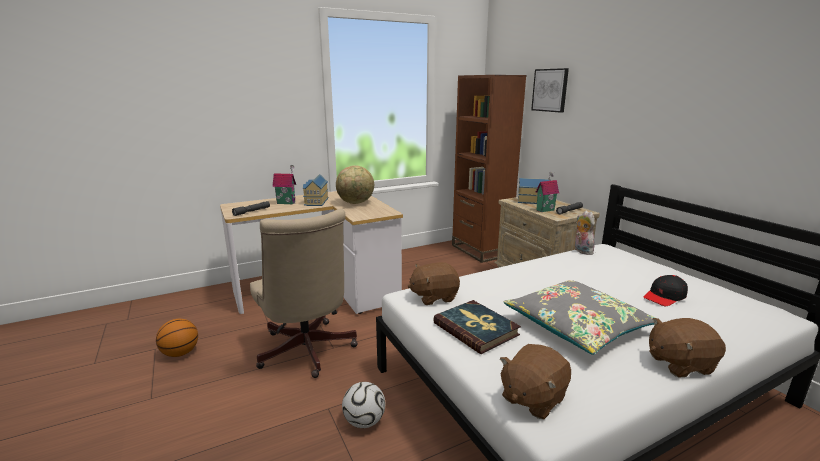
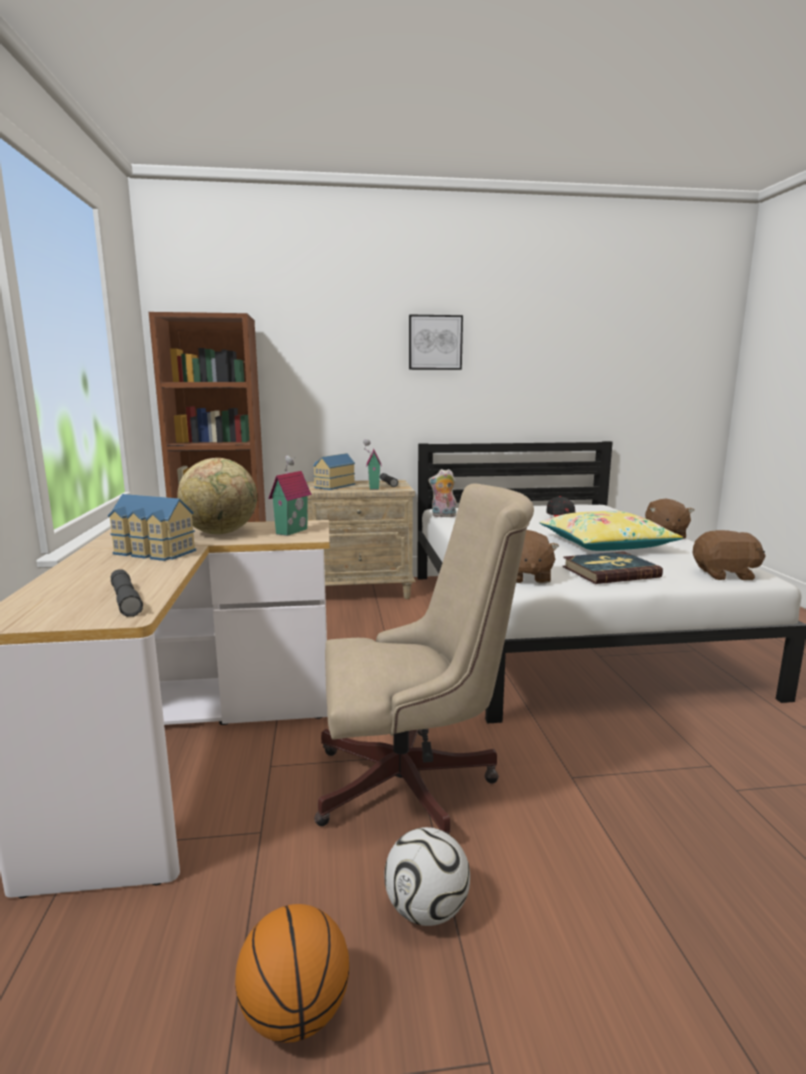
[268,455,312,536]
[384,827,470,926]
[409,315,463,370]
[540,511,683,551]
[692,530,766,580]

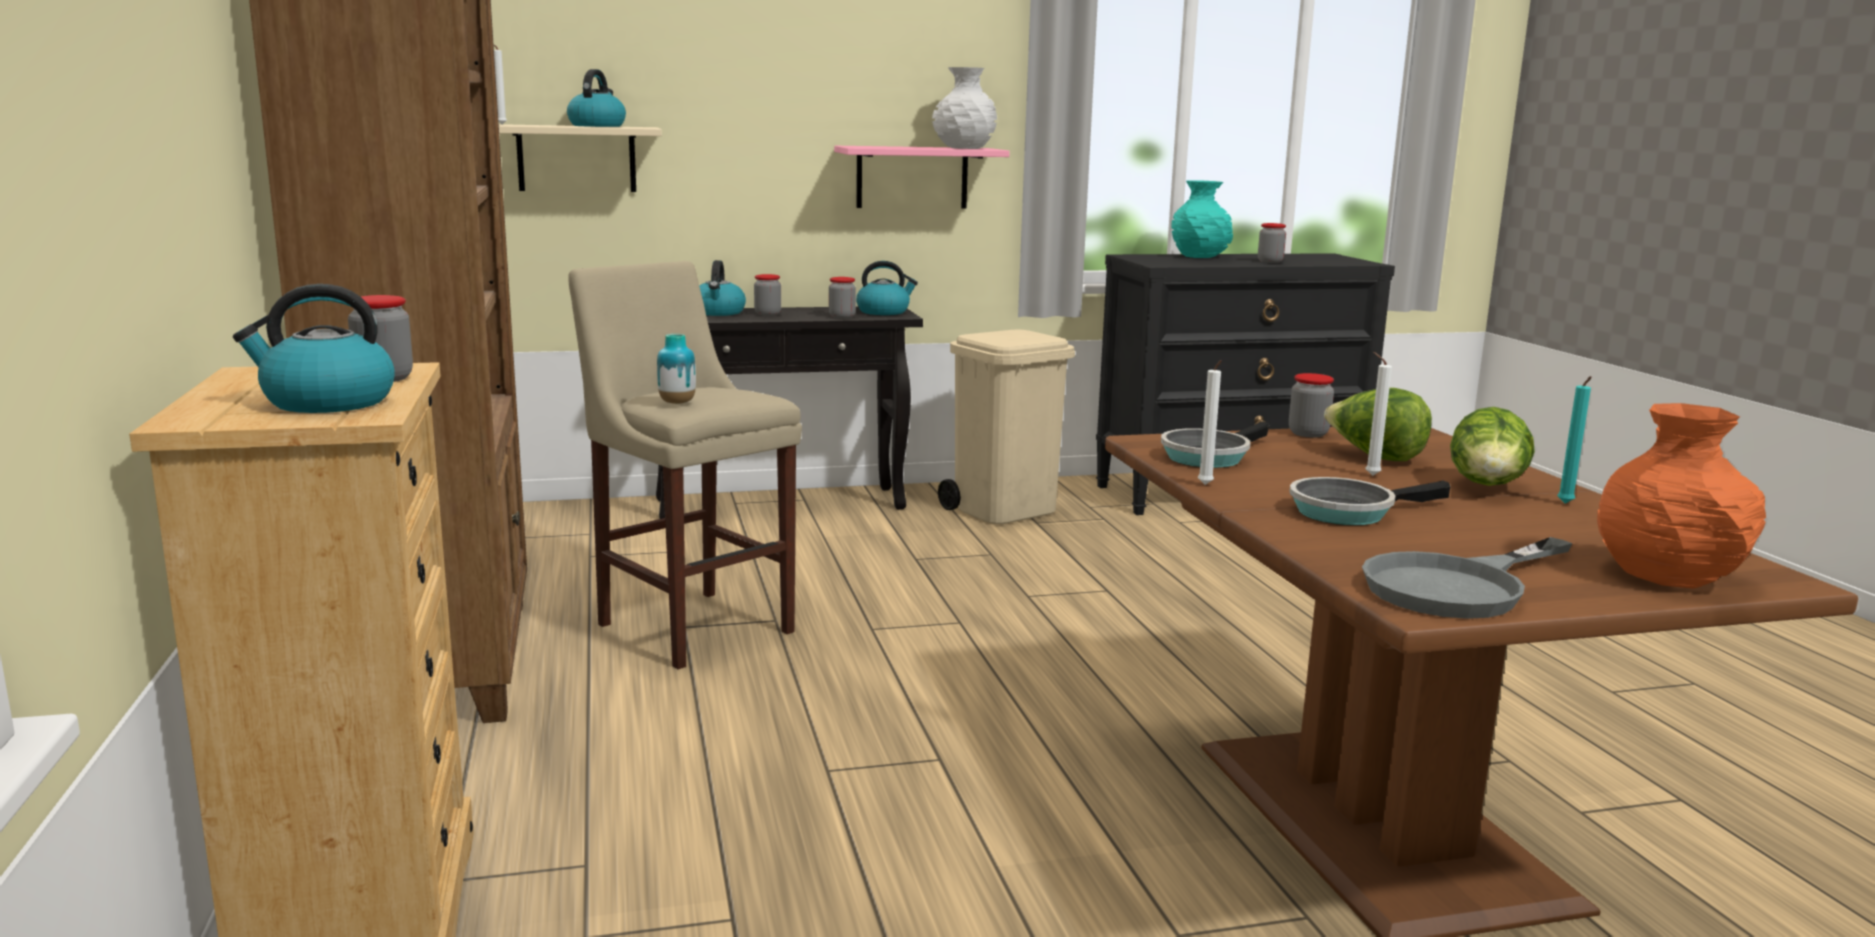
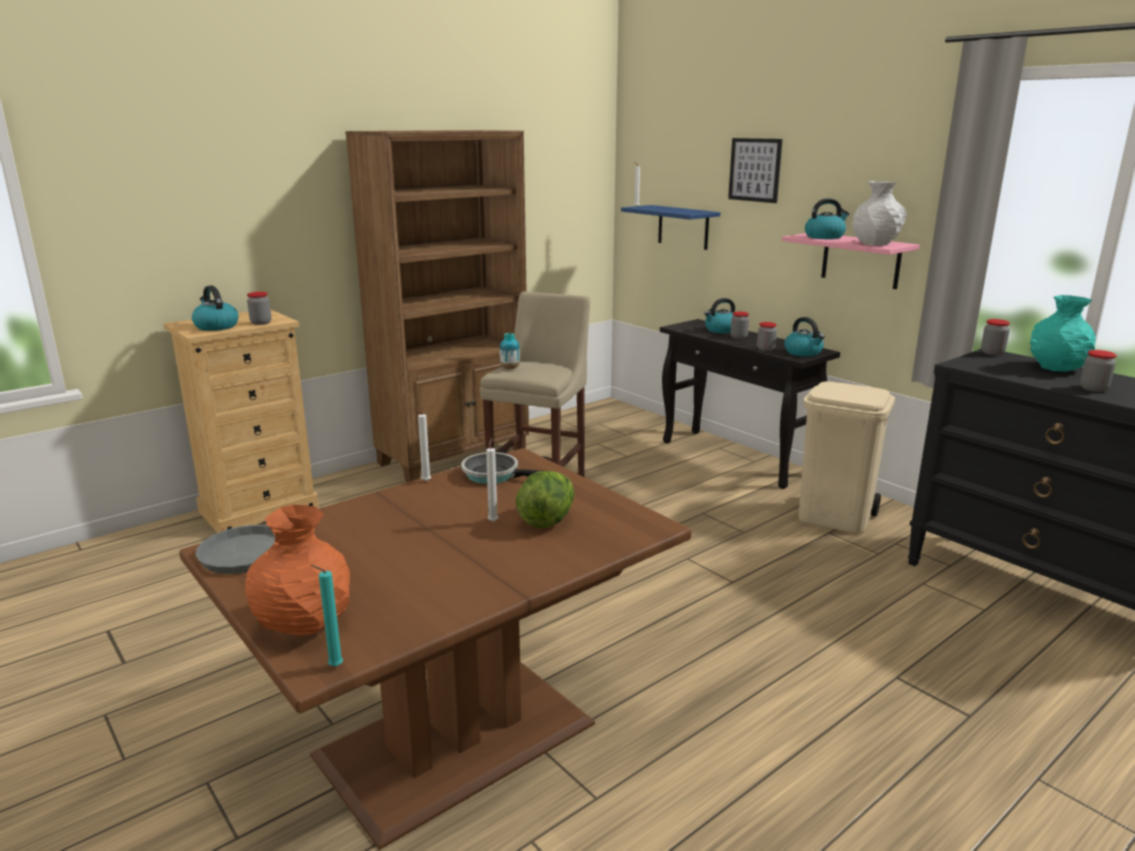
[1289,477,1451,525] (first image)
[1450,407,1535,486] (first image)
[728,138,783,203]
[805,198,849,239]
[981,319,1010,355]
[310,565,343,667]
[621,205,720,250]

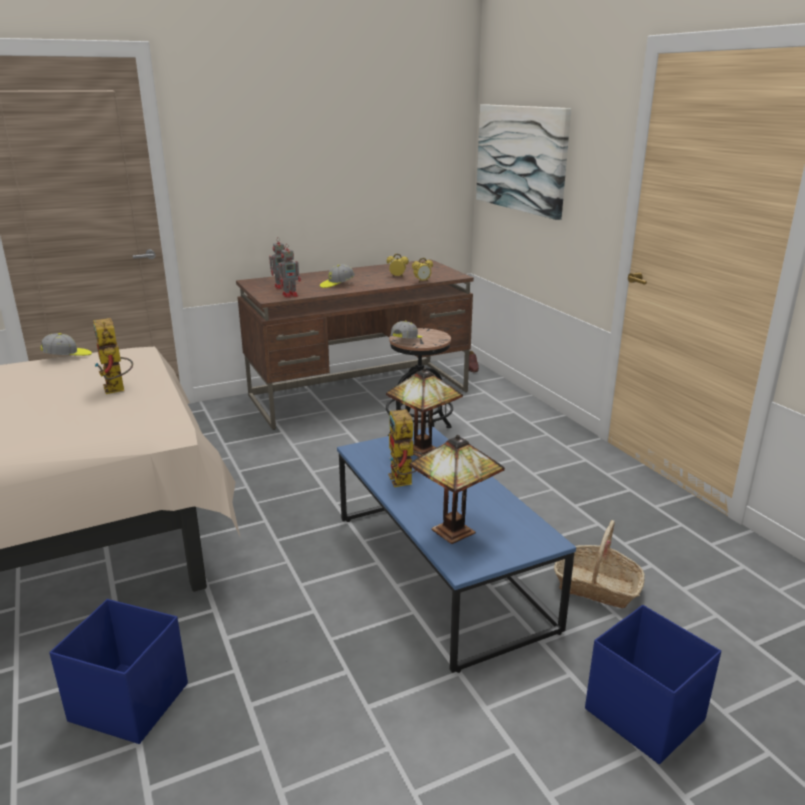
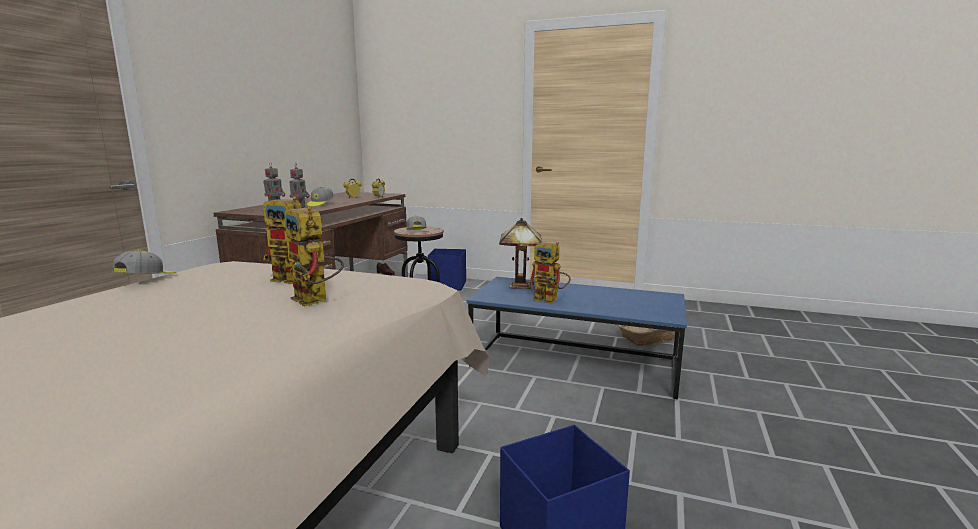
[410,435,505,544] (first image)
[476,104,571,220] (first image)
[284,206,344,306]
[428,249,466,290]

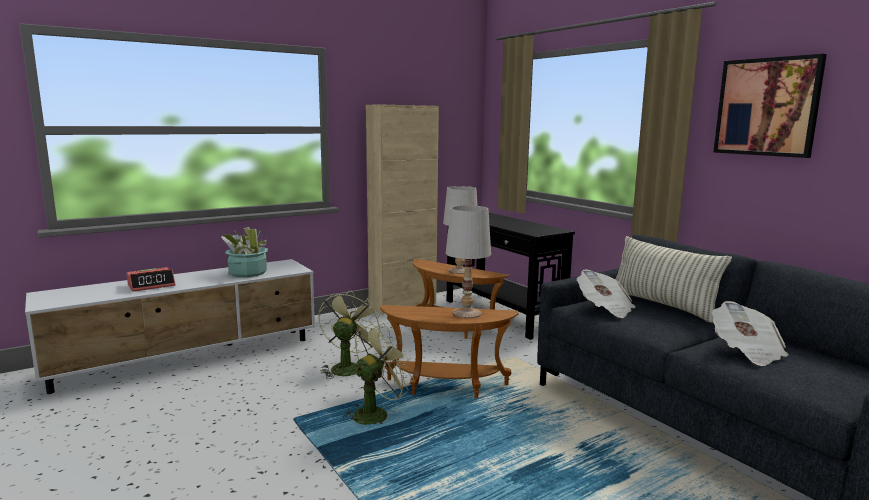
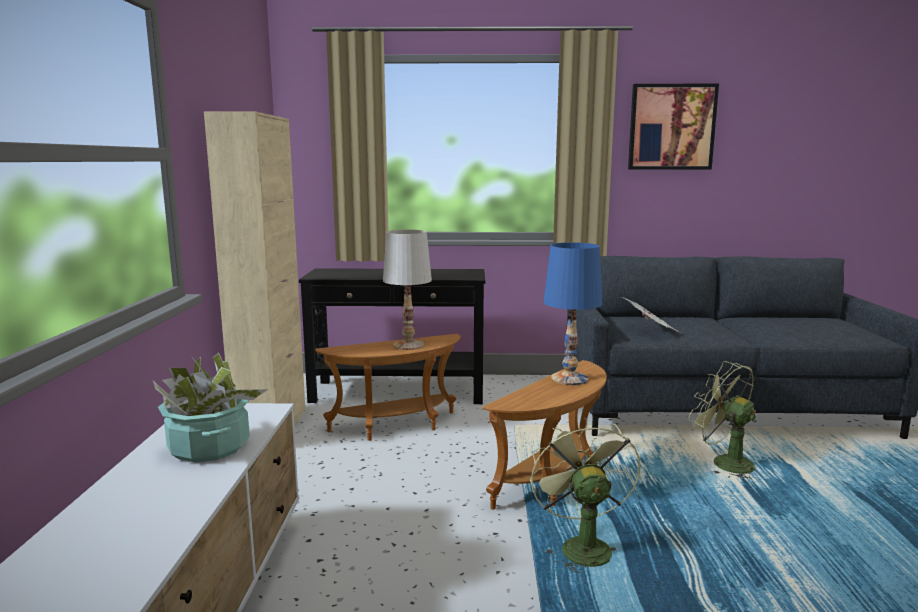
[127,267,175,292] (first image)
[615,236,732,323] (first image)
[712,301,788,366] (first image)
[689,361,756,479]
[544,242,602,385]

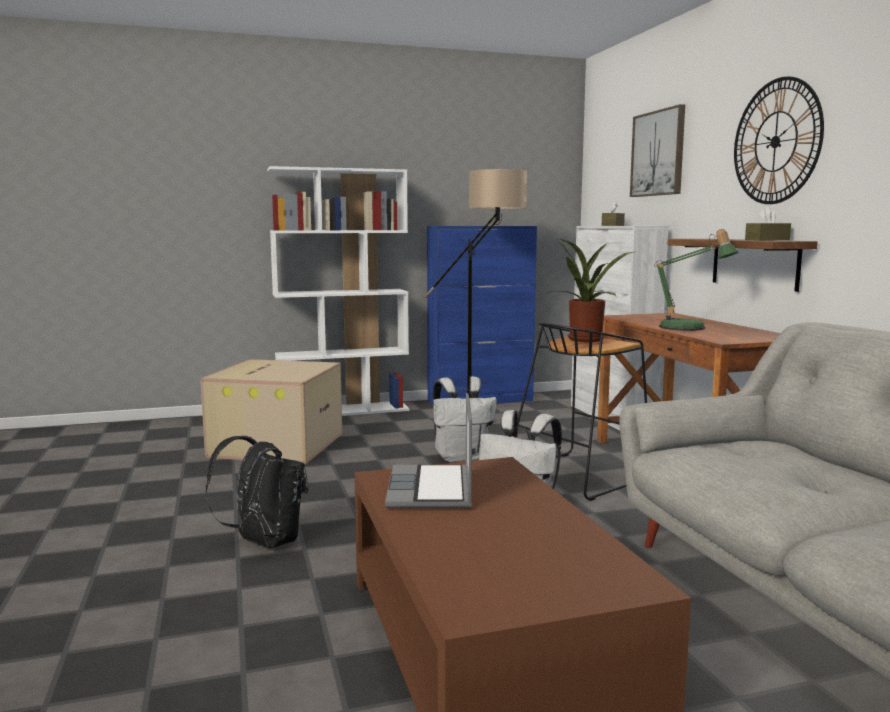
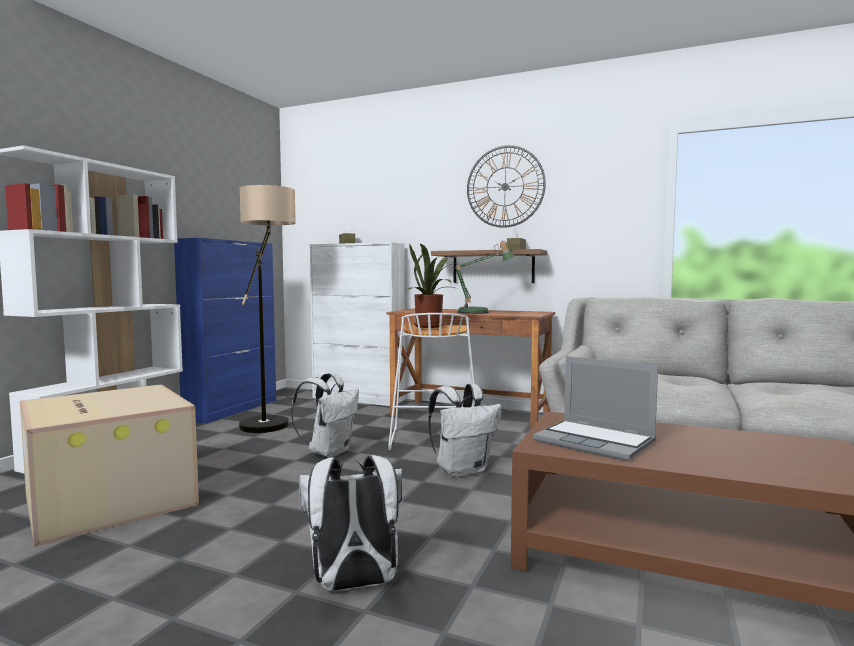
[630,104,685,197] (first image)
[298,455,402,591]
[388,313,475,450]

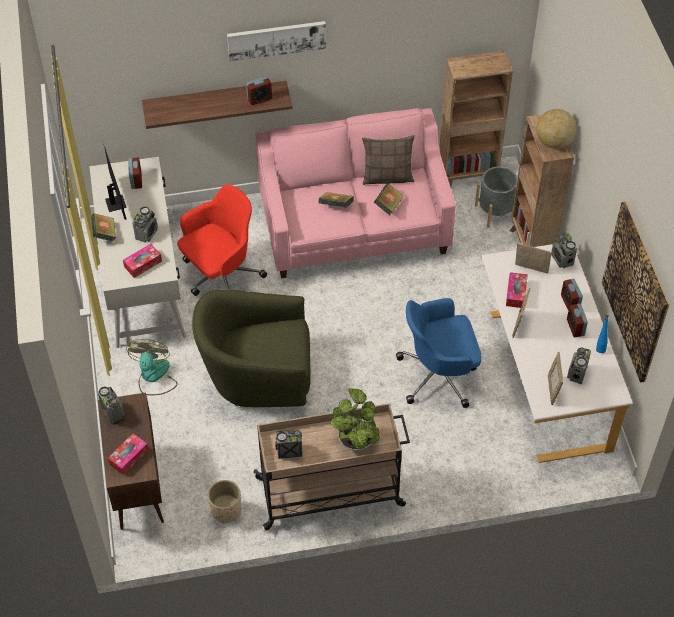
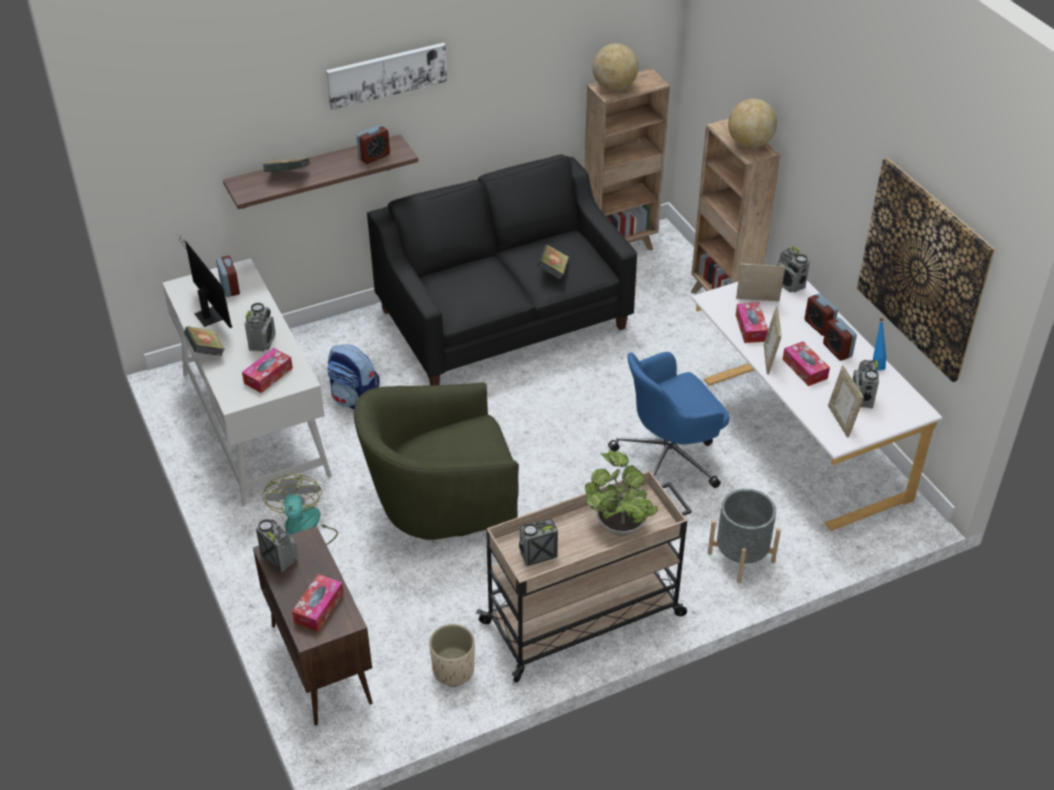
[362,135,415,185] (first image)
[592,43,638,91]
[782,341,830,386]
[263,158,310,172]
[708,489,781,583]
[328,344,380,409]
[367,154,637,385]

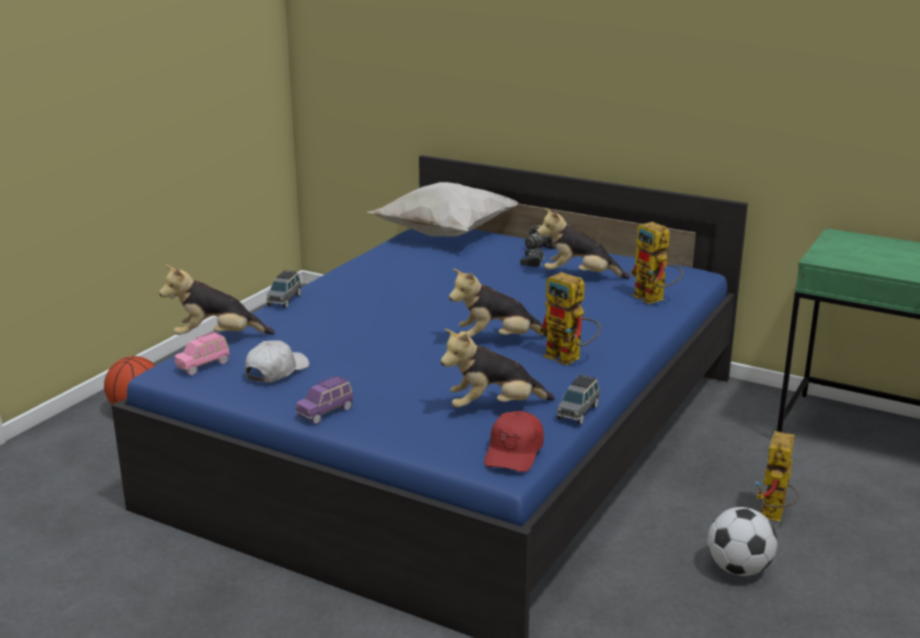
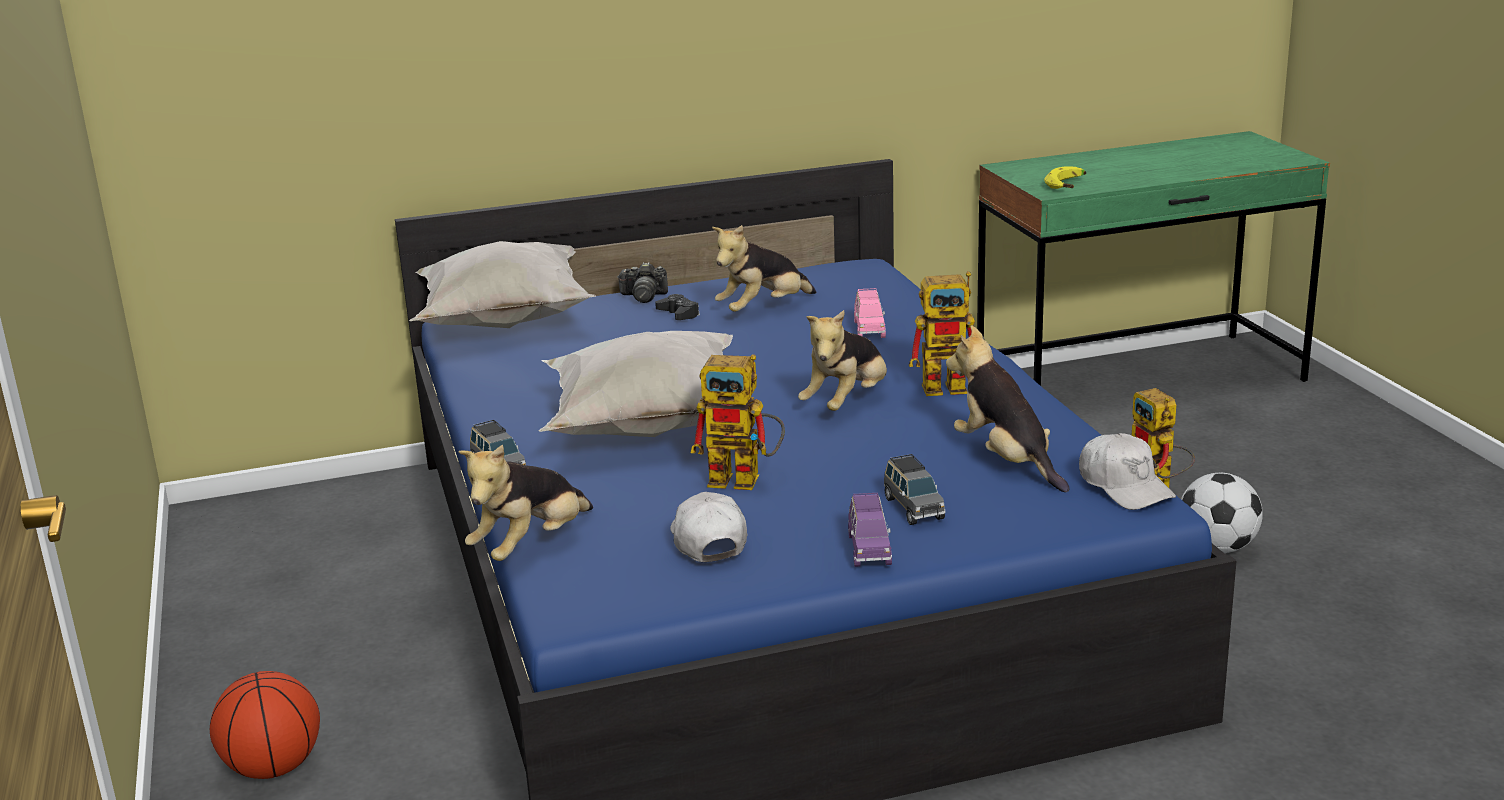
[539,331,733,437]
[1044,166,1086,189]
[854,288,886,338]
[884,454,946,525]
[691,354,785,490]
[1079,433,1176,510]
[946,325,1069,492]

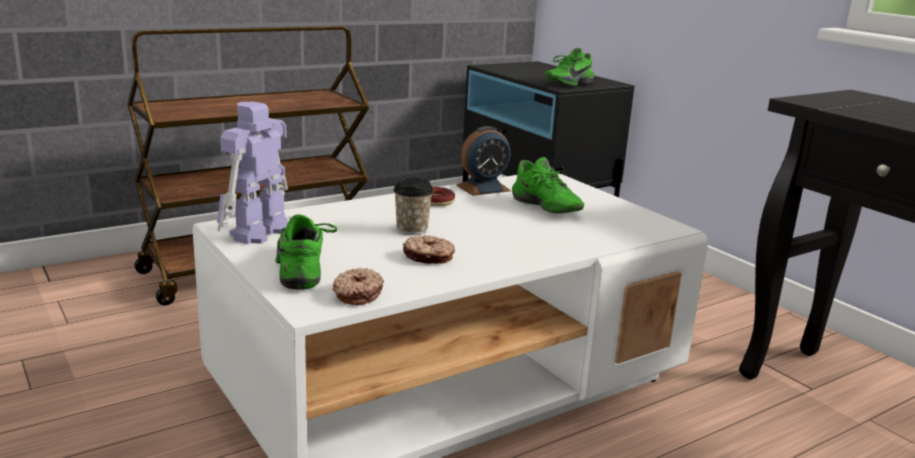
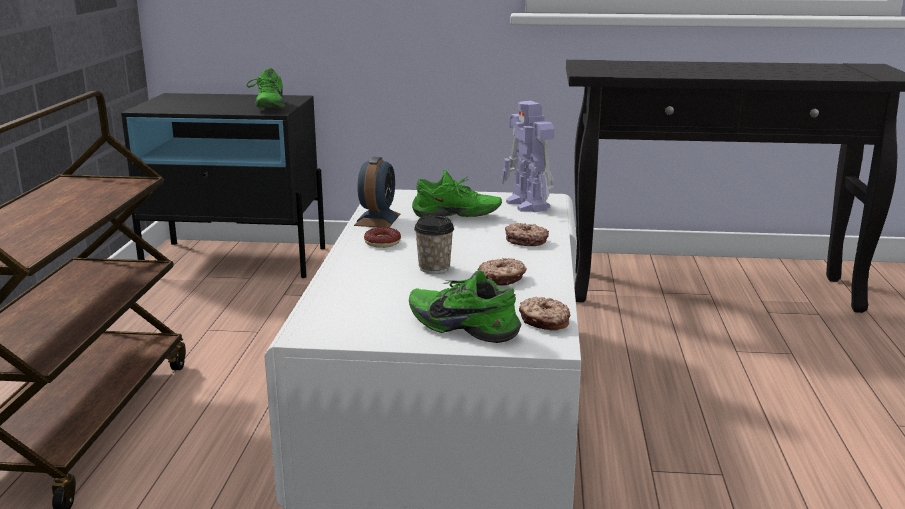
[505,223,549,246]
[502,101,554,212]

